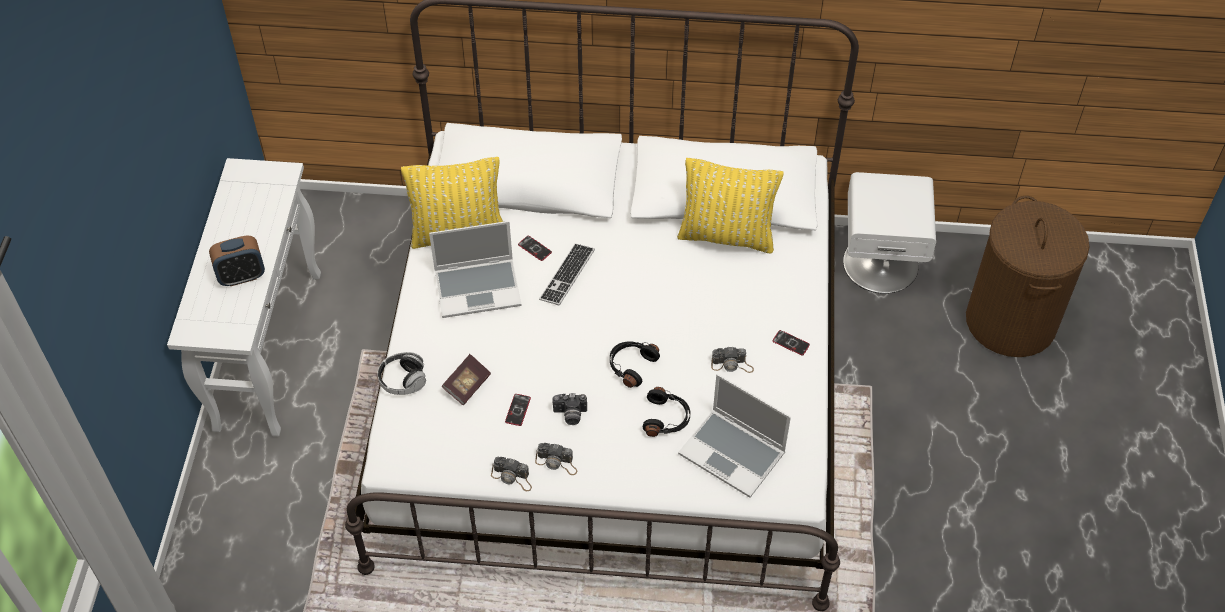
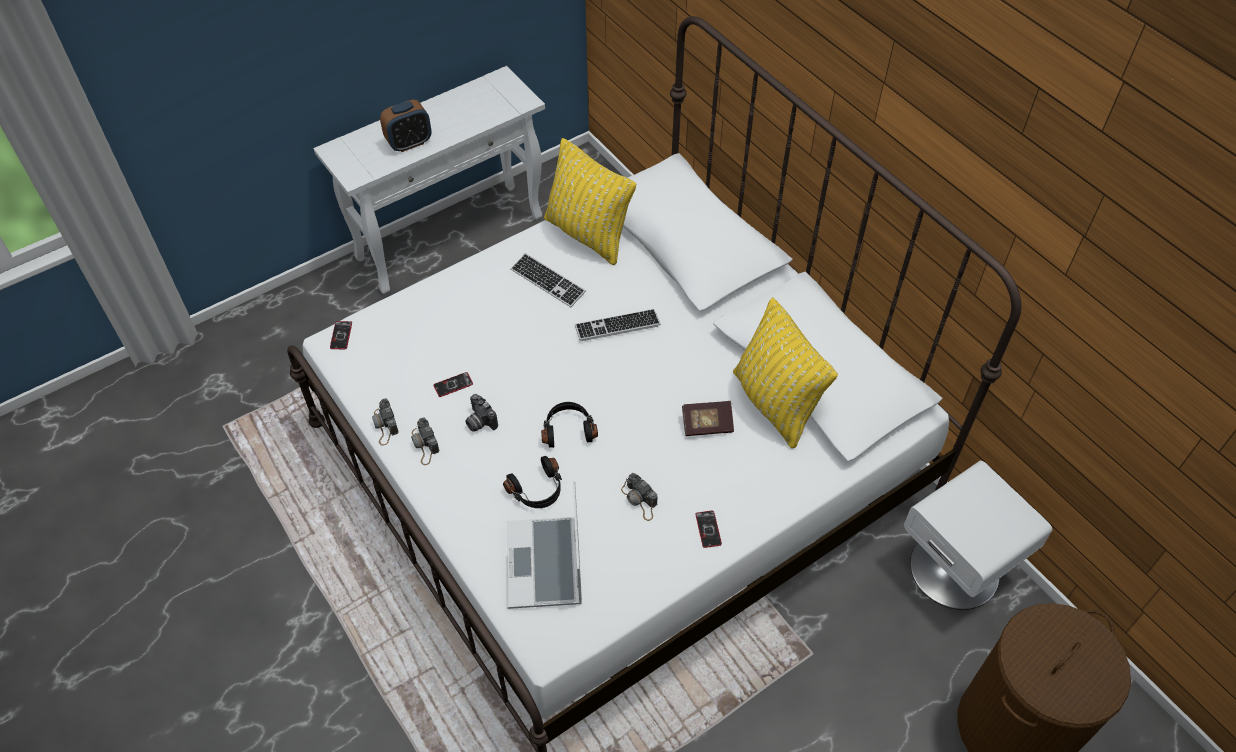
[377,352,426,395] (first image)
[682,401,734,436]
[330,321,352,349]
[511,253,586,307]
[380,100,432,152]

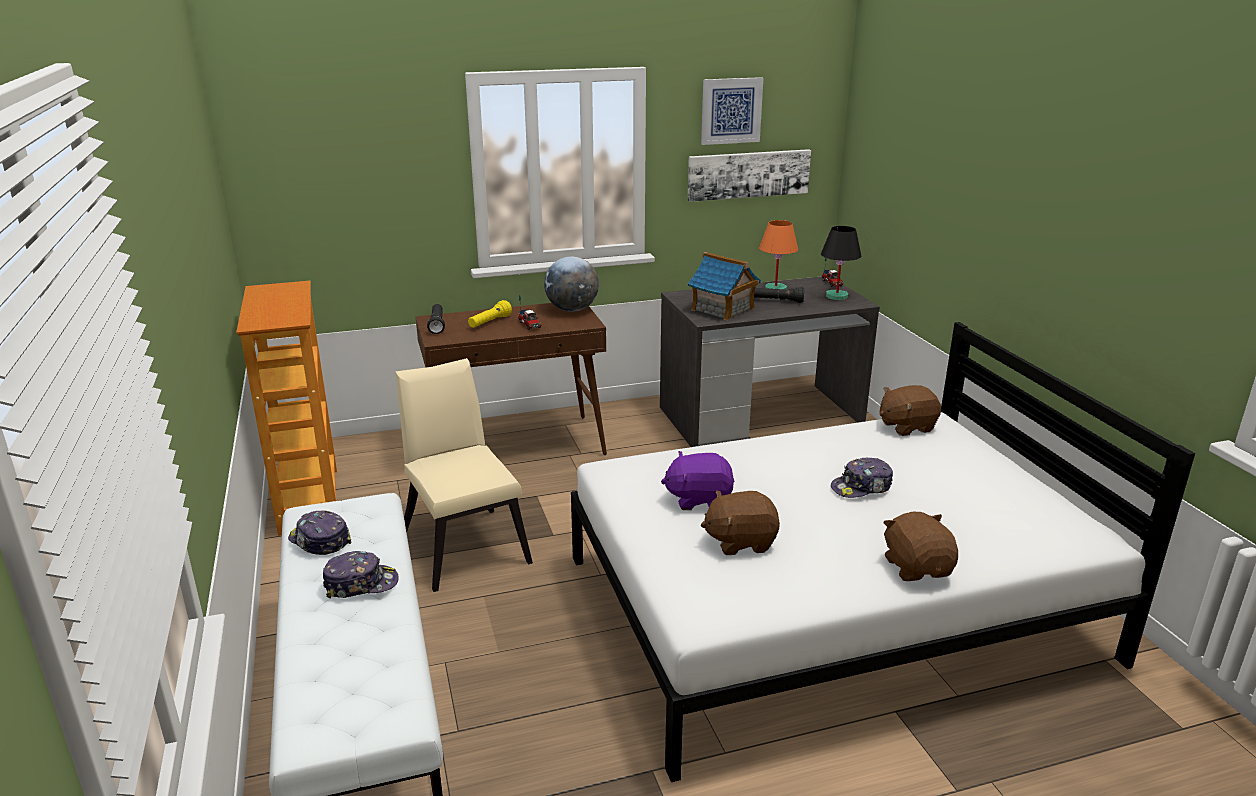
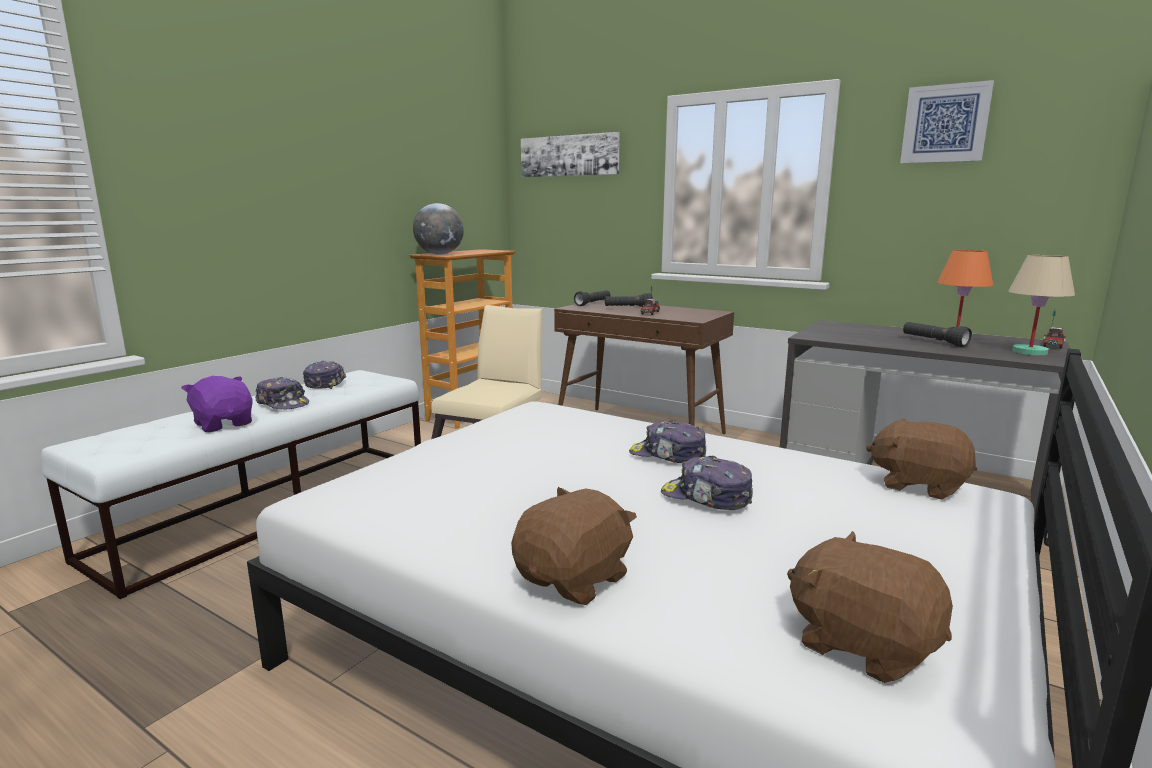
[688,252,761,321] (first image)
[629,420,706,463]
[413,203,464,255]
[181,376,253,432]
[521,132,620,177]
[787,531,953,683]
[605,293,653,307]
[1008,255,1075,355]

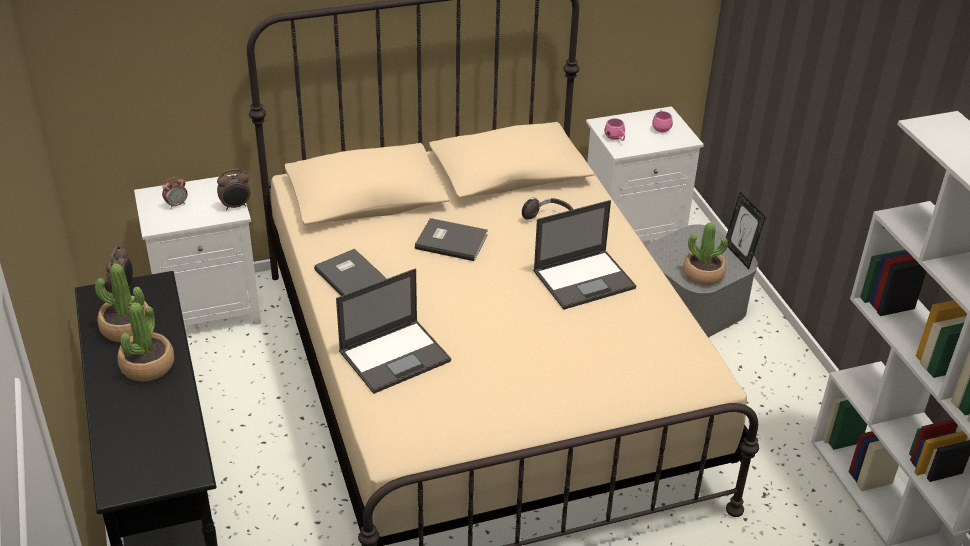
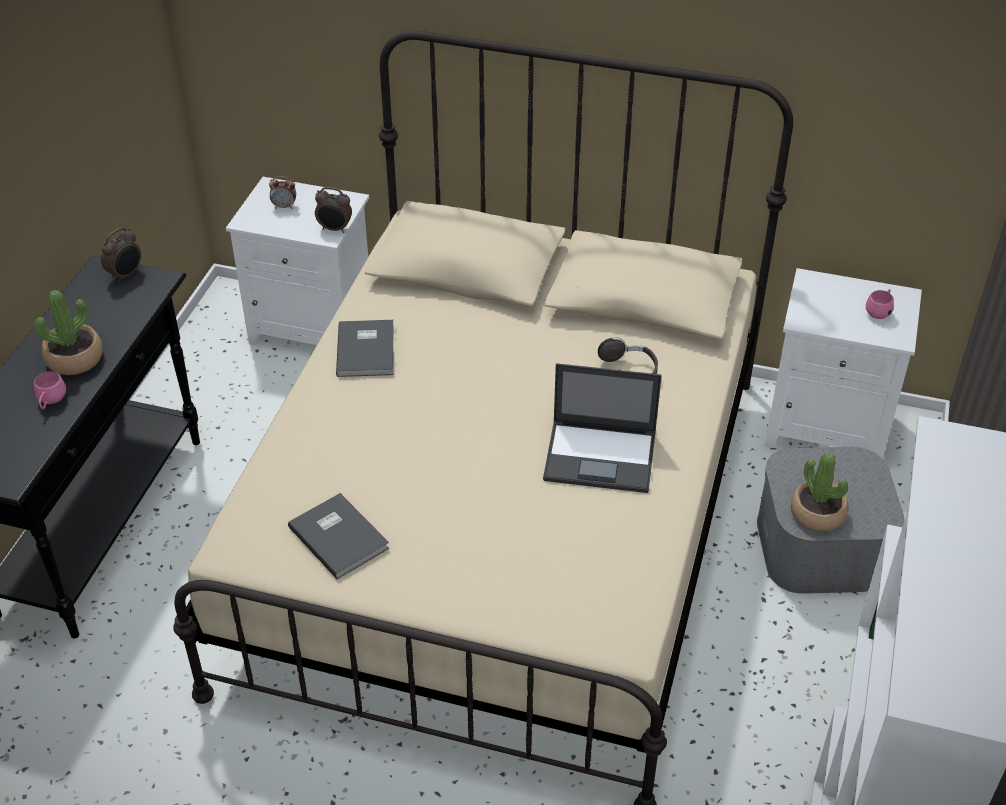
[95,264,149,342] (first image)
[336,268,451,394] (first image)
[726,192,766,269] (first image)
[288,493,389,579]
[34,371,66,409]

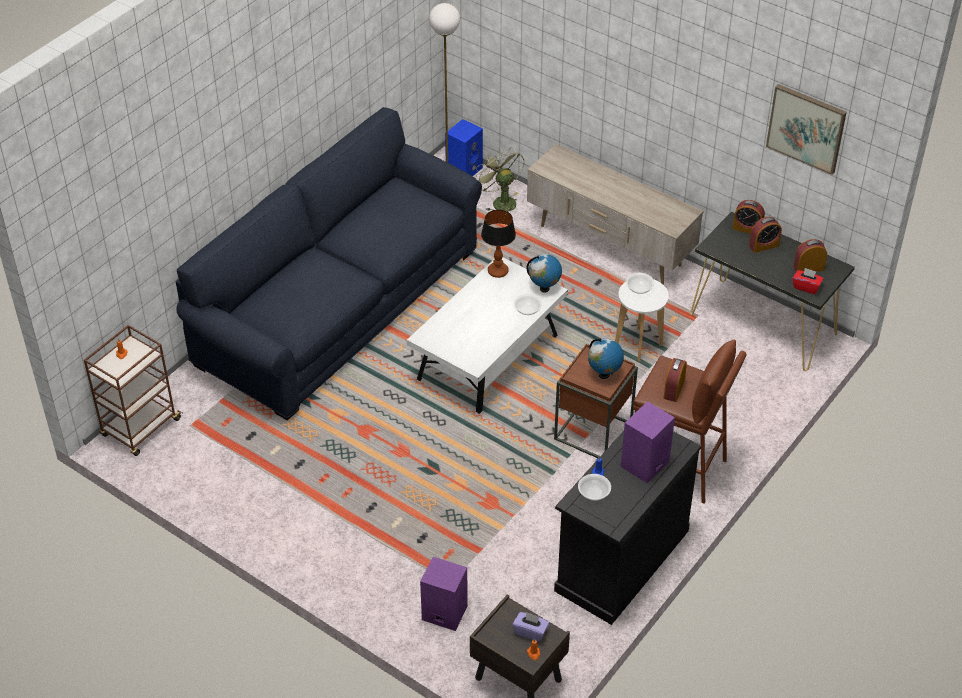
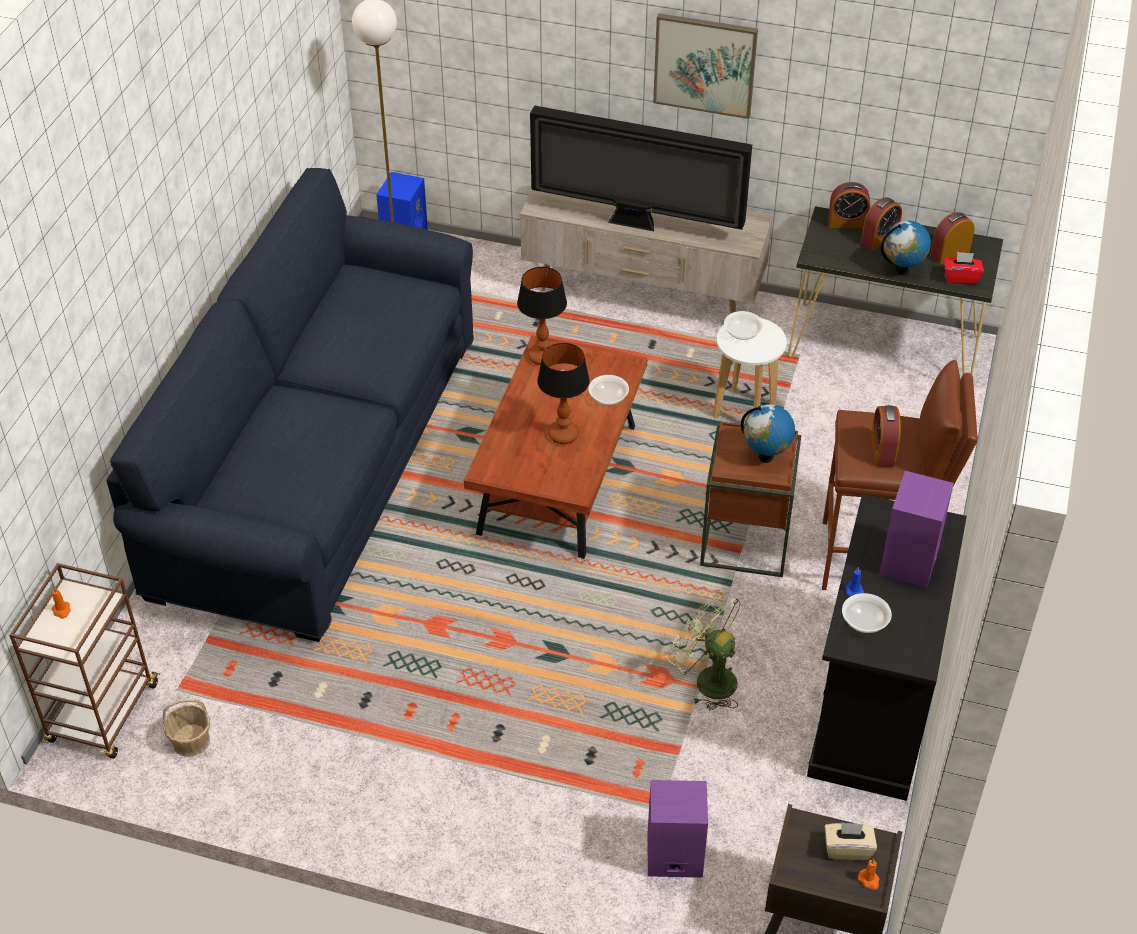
[163,698,210,757]
[530,105,752,231]
[537,343,590,444]
[668,591,741,710]
[881,220,931,276]
[653,13,758,119]
[464,335,647,559]
[825,822,877,860]

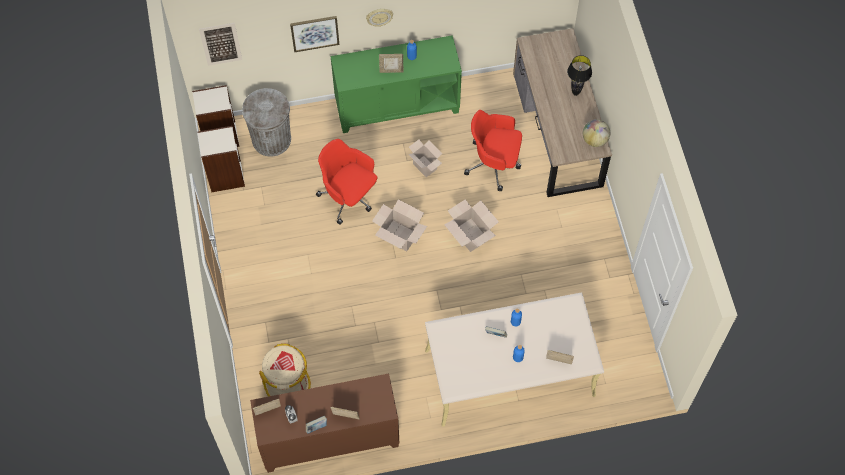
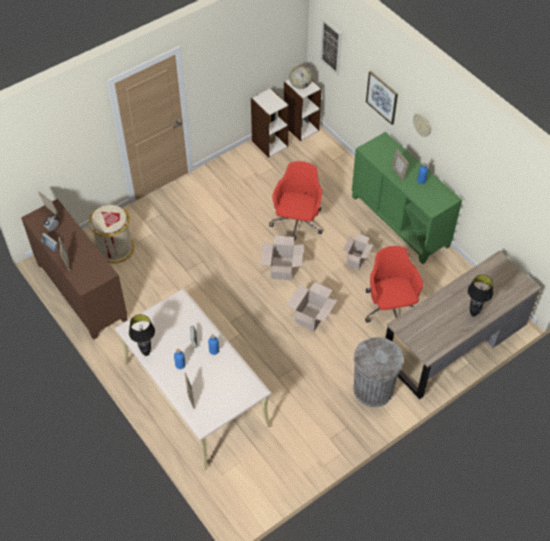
[129,314,155,356]
[353,337,403,407]
[289,66,312,89]

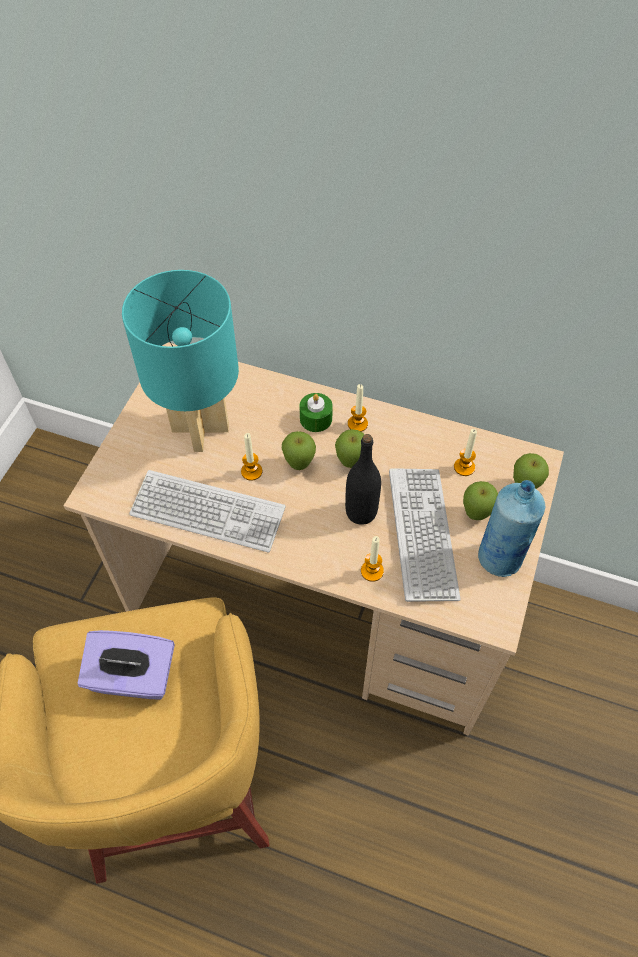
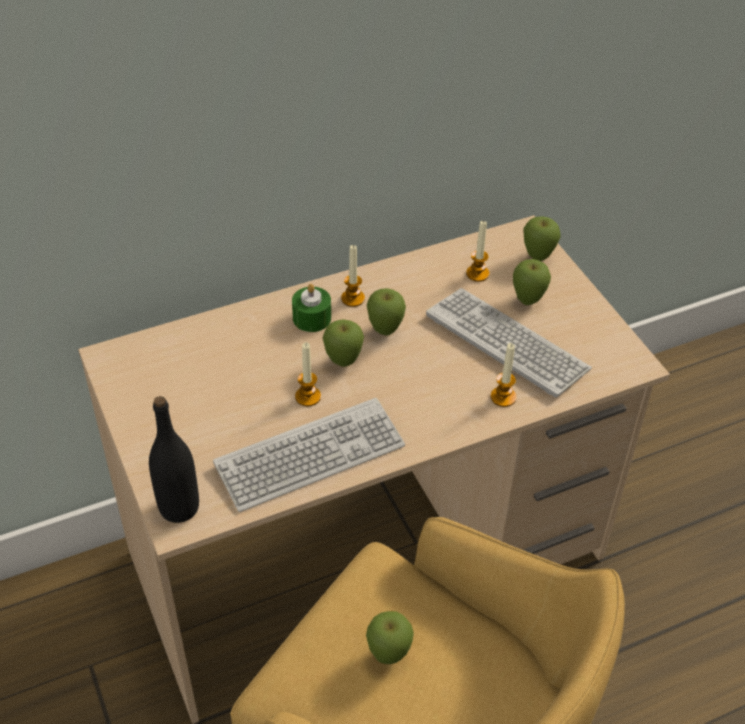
[122,270,239,452] (first image)
[478,480,545,577] (first image)
[149,396,199,523]
[366,611,414,664]

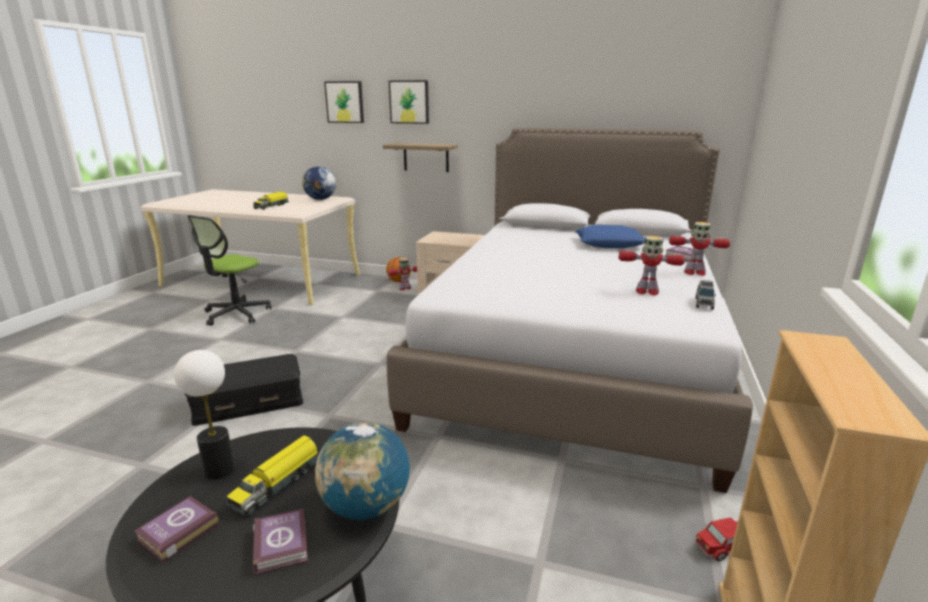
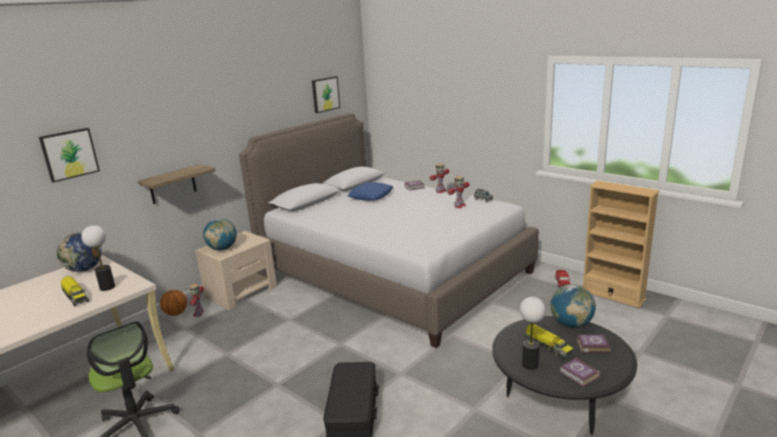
[81,225,115,291]
[203,218,237,250]
[312,76,340,113]

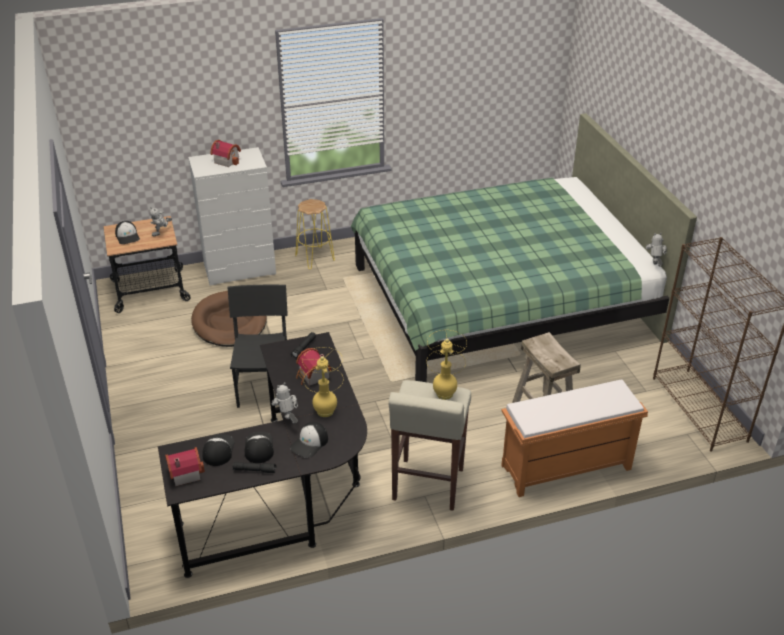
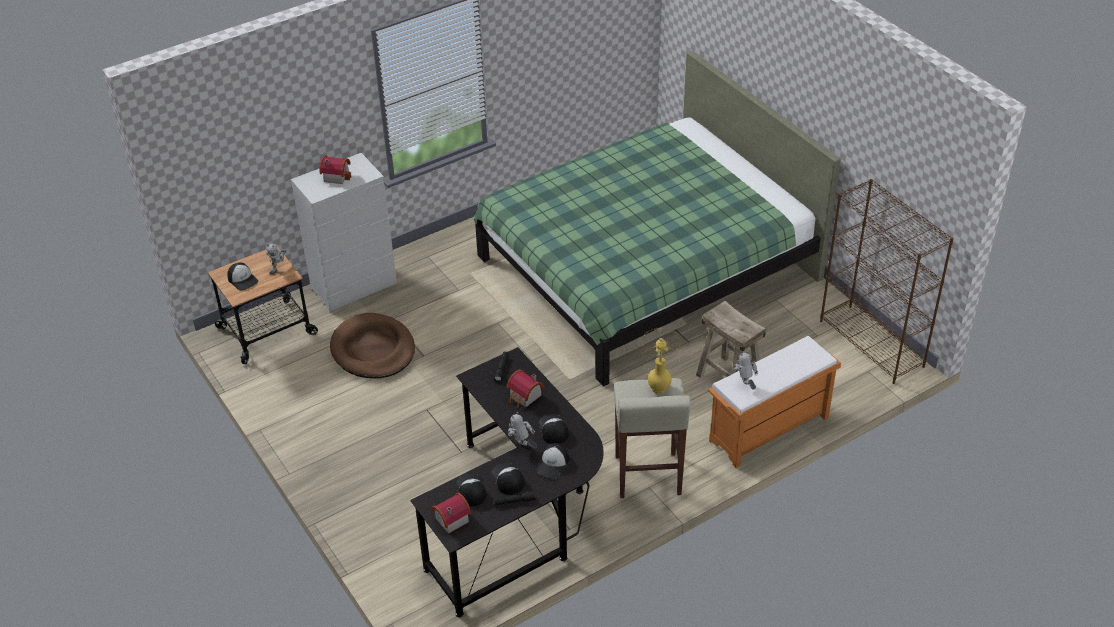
[228,285,288,408] (first image)
[295,199,335,269] (first image)
[733,351,758,390]
[538,414,569,444]

